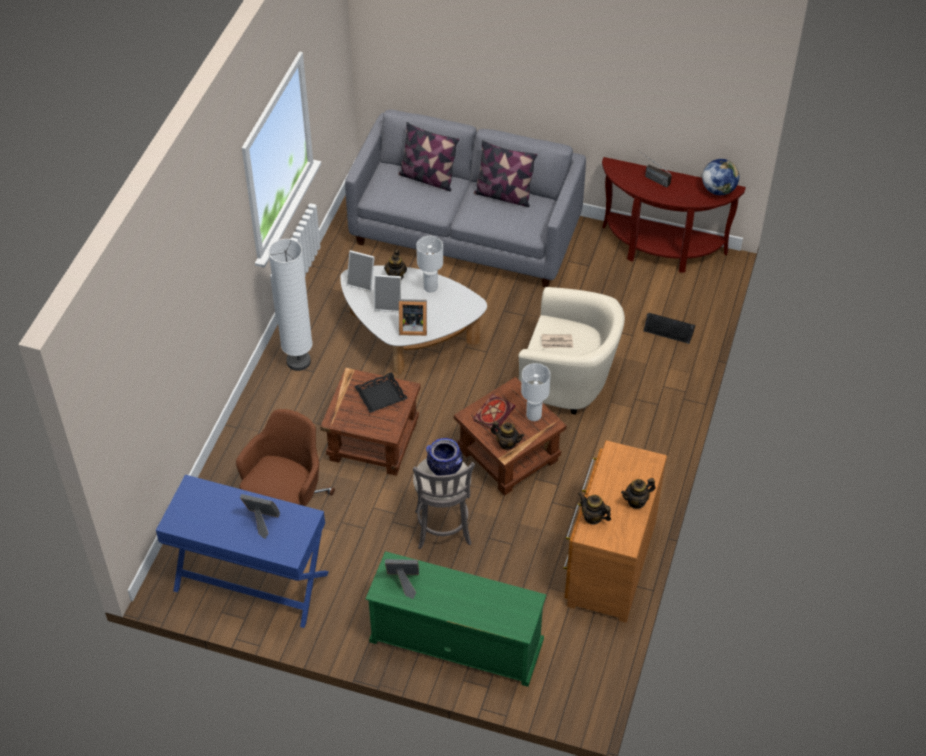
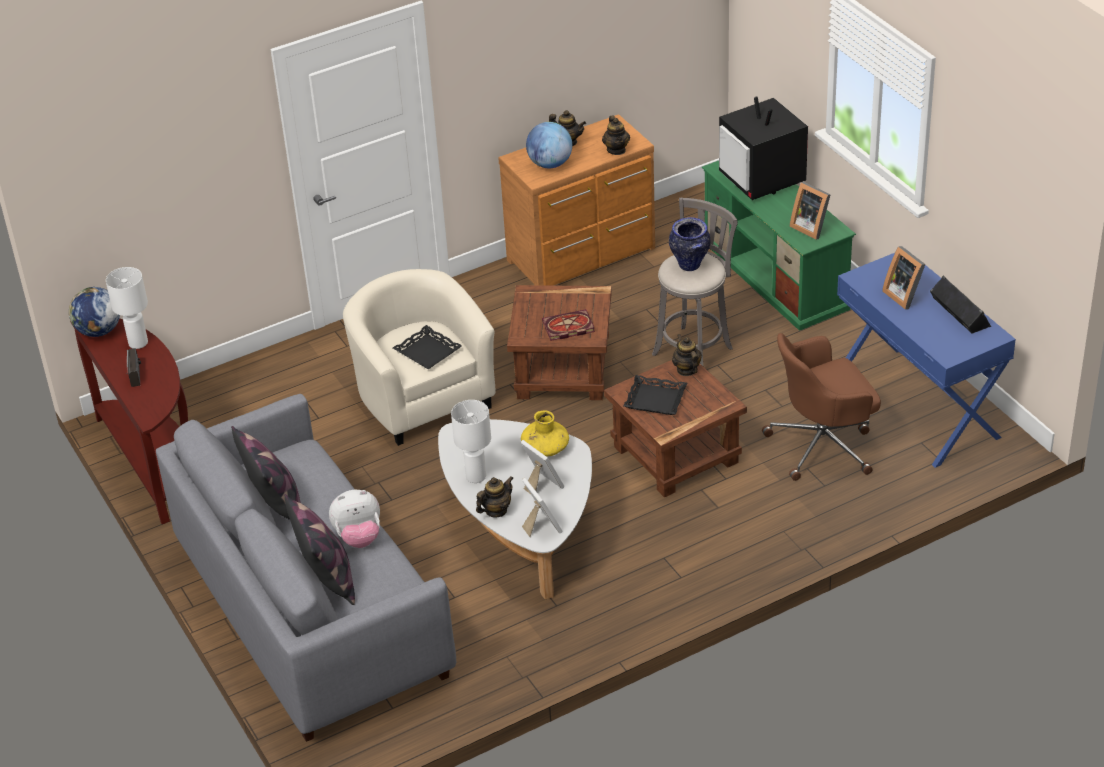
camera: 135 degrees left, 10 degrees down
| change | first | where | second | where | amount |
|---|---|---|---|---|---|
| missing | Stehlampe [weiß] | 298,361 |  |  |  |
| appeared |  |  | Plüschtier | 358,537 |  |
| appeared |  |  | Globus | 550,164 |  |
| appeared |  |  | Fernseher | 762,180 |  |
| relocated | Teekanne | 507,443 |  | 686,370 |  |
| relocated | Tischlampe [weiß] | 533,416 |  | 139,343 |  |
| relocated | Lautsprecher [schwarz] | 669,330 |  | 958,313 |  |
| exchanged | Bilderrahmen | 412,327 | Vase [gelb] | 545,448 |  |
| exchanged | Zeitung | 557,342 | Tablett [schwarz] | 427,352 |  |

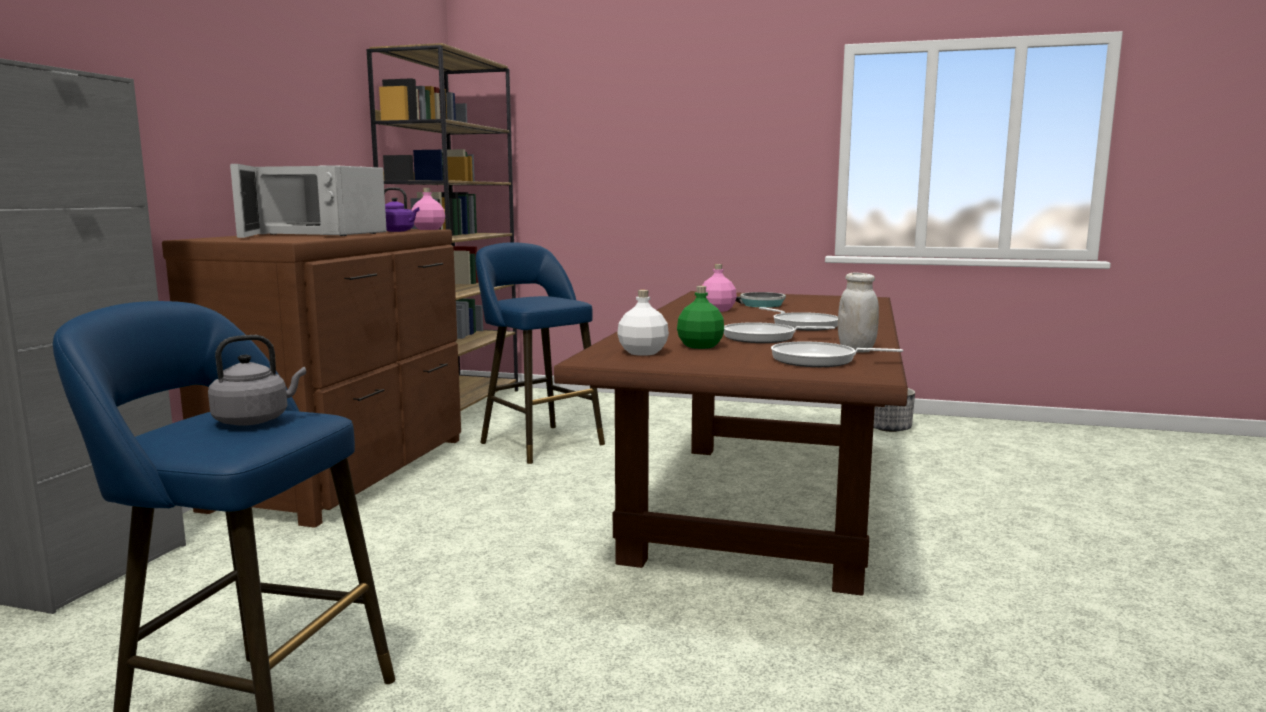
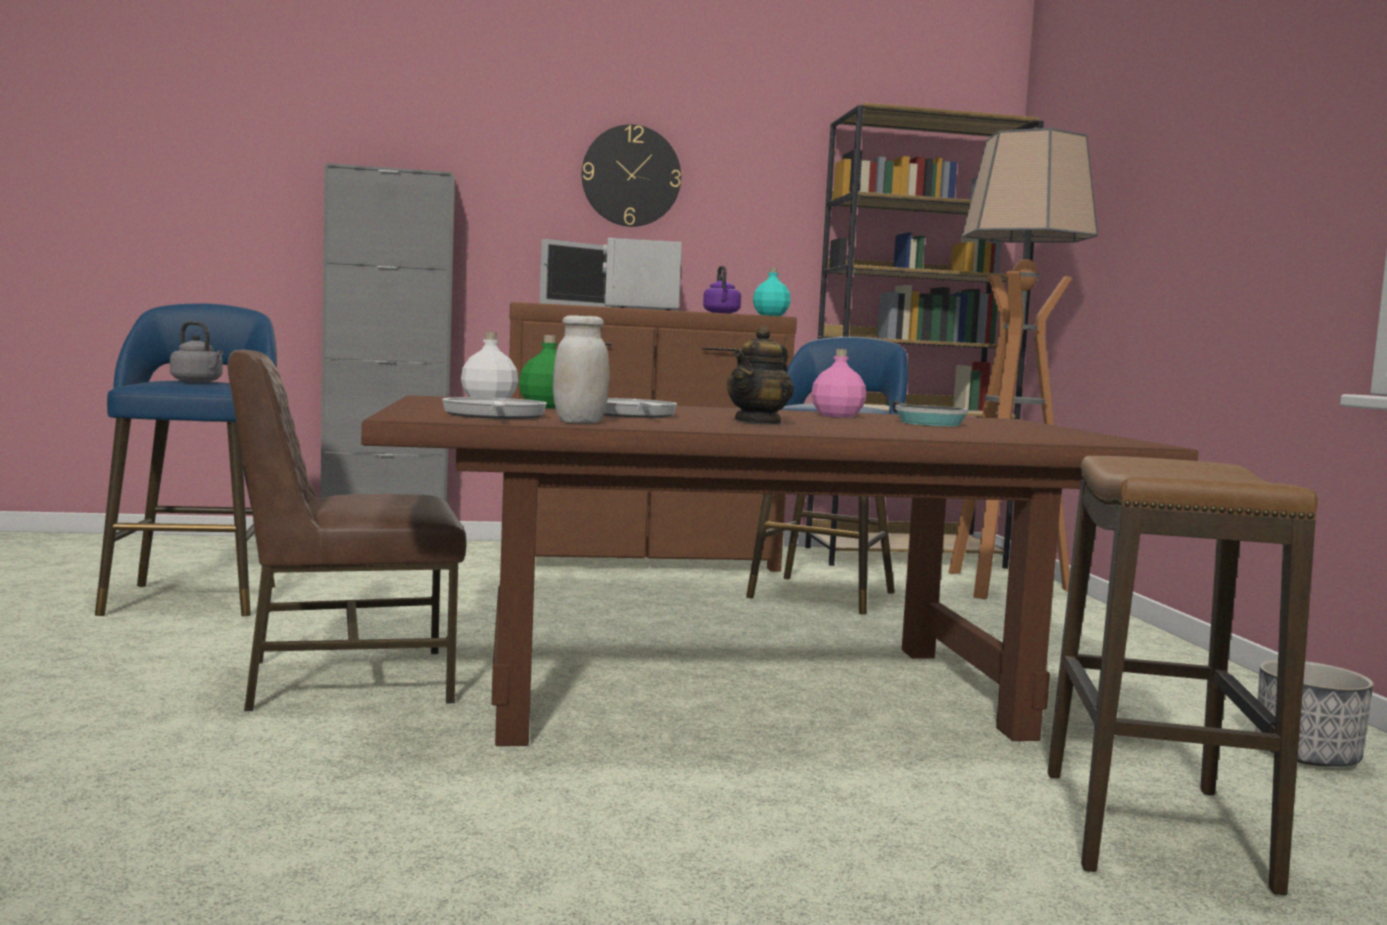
camera: 65 degrees right, 5 degrees down
| change | first | where | second | where | amount |
|---|---|---|---|---|---|
| appeared |  |  | Stuhl [braun] | 345,680 |  |
| appeared |  |  | Wanduhr | 631,176 |  |
| appeared |  |  | Stehlampe | 999,586 |  |
| appeared |  |  | Hocker | 1152,829 |  |
| exchanged | Pfanne | 802,325 | Teekanne | 759,422 |  |
| colour | Flasche [rosa] | 429,229 | Flasche [türkis] | 770,315 |  |

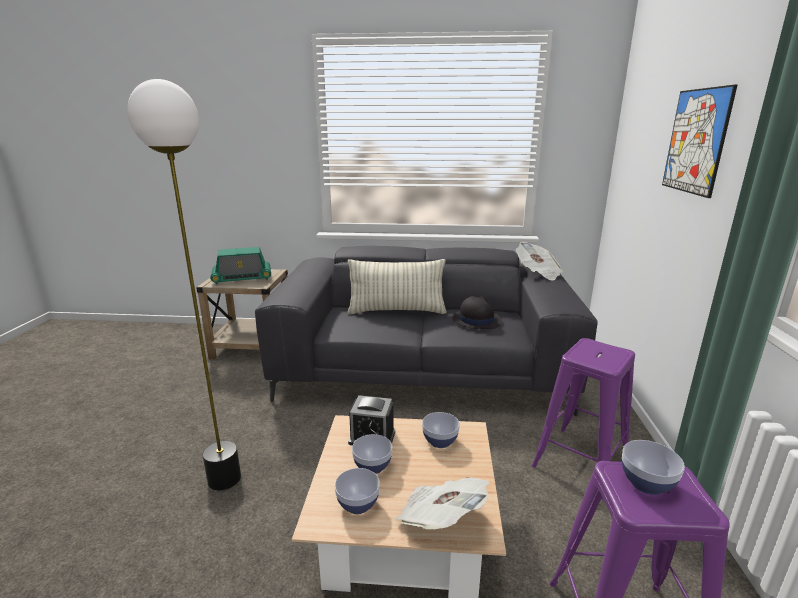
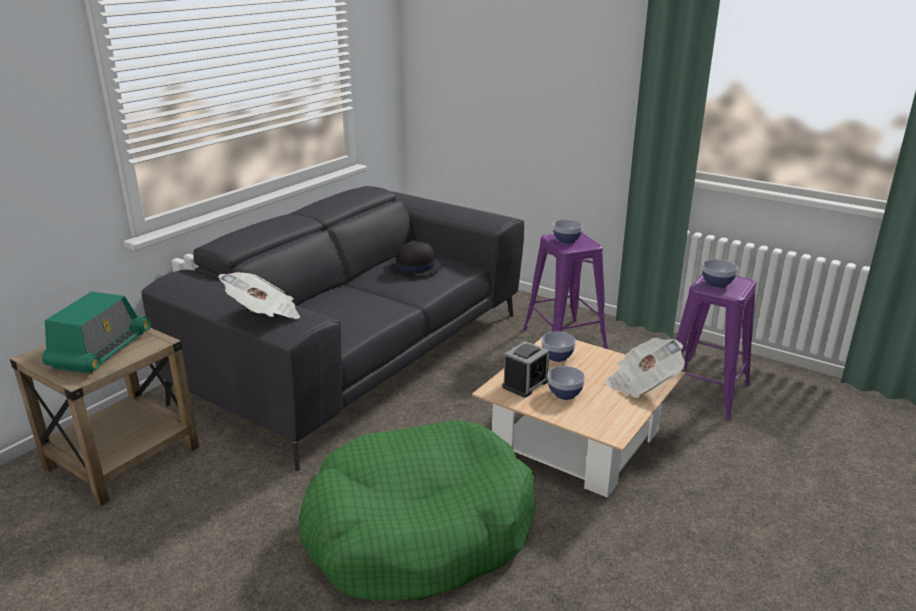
camera: 60 degrees left, 5 degrees up
| change | first | where | second | where | amount |
|---|---|---|---|---|---|
| missing | Kissen | 397,311 |  |  |  |
| missing | Bild | 696,141 |  |  |  |
| relocated | Schüssel | 358,504 |  | 566,240 |  |
| relocated | Zeitung | 538,273 |  | 264,314 |  |
| exchanged | Stehlampe | 225,478 | Hundebett [grün] | 419,531 |  |

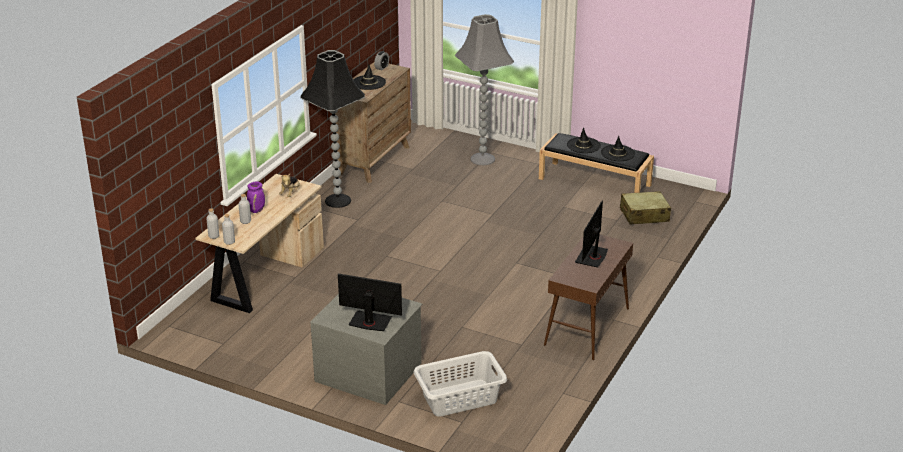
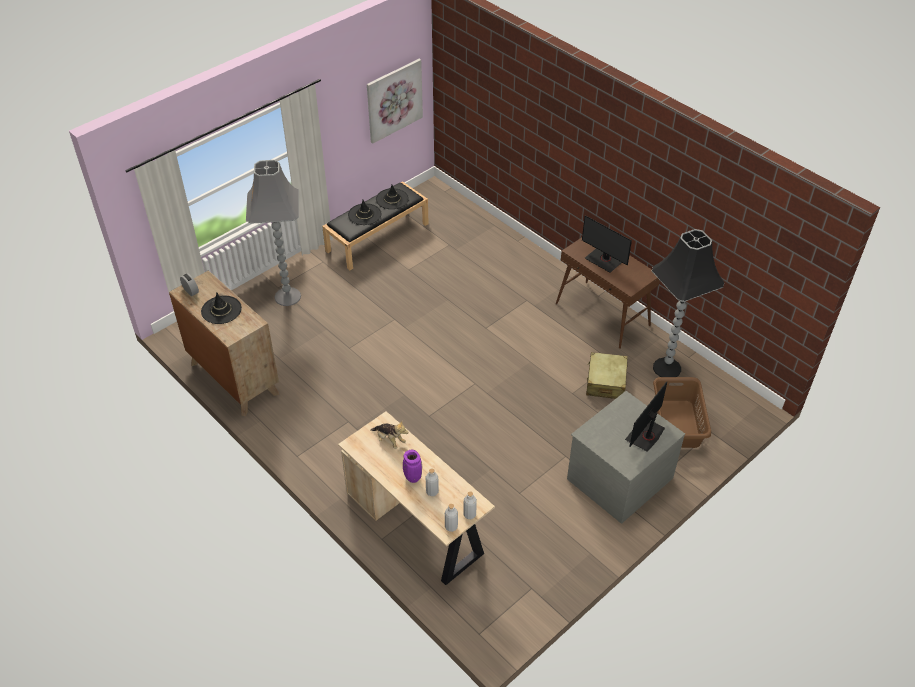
camera: 70 degrees left, 15 degrees up
| change | first | where | second | where | amount |
|---|---|---|---|---|---|
| appeared |  |  | Bild | 394,100 |  |
| relocated | Stehlampe [schwarz] | 338,200 |  | 666,368 |  |
| relocated | Koffer [beige] | 644,215 |  | 605,382 |  |
| colour | Wäschekorb [grau] | 459,398 | Wäschekorb [braun] | 676,424 |  |

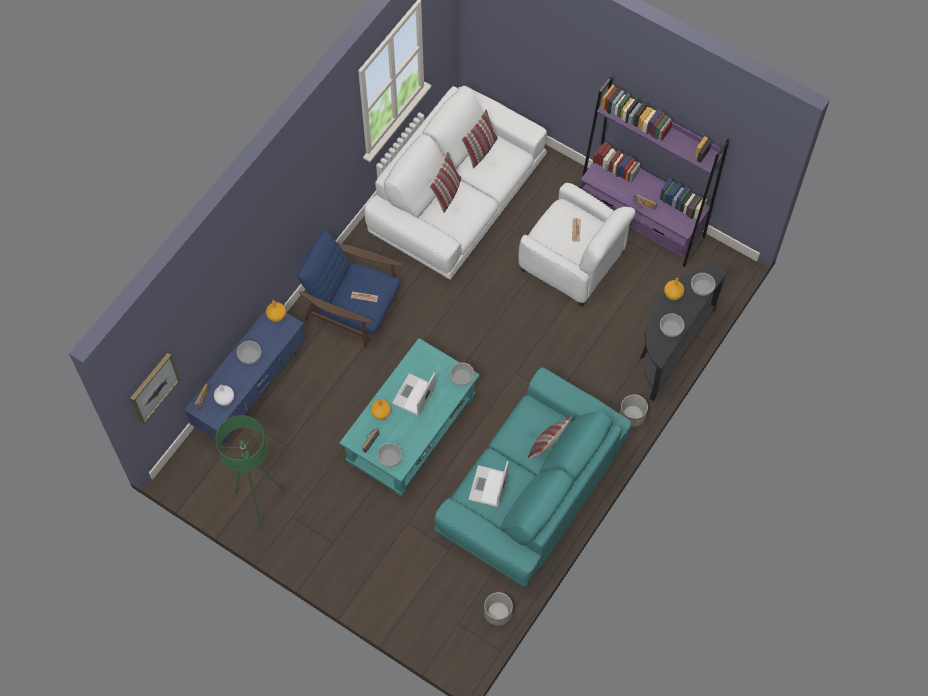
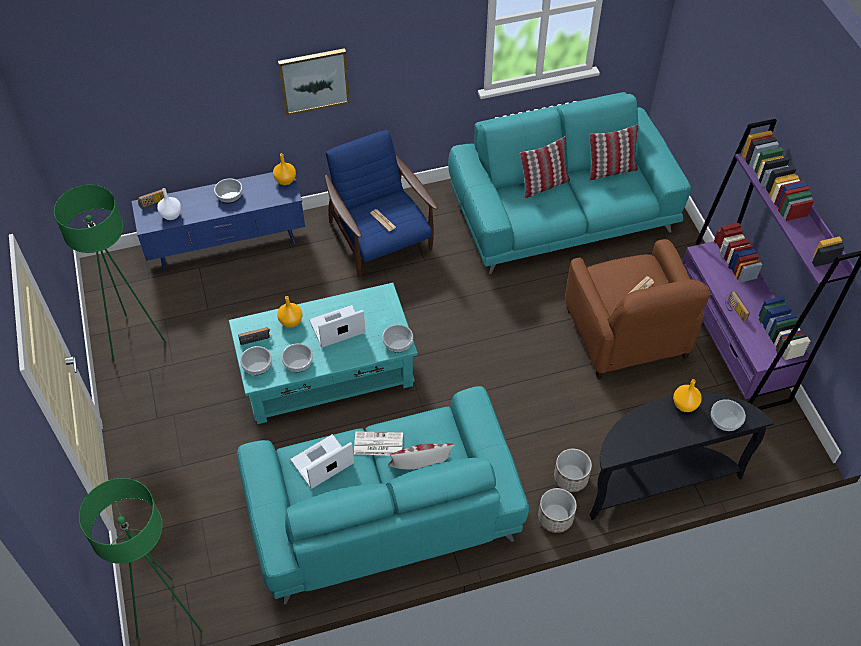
camera: 40 degrees right, 10 degrees down
| change | first | where | second | where | amount |
|---|---|---|---|---|---|
| appeared |  |  | Stehlampe [grün] | 170,614 |  |
| appeared |  |  | Zeitung | 377,444 |  |
| relocated | Bild | 153,387 |  | 314,80 |  |
| relocated | Pflanzkübel | 498,613 |  | 570,478 |  |
| relocated | Schüssel | 671,328 |  | 298,362 |  |
| colour | Sofa [weiß] | 457,199 | Sofa [türkis] | 562,213 |  |
| colour | Sessel [weiß] | 573,262 | Sessel [braun] | 626,334 |  |

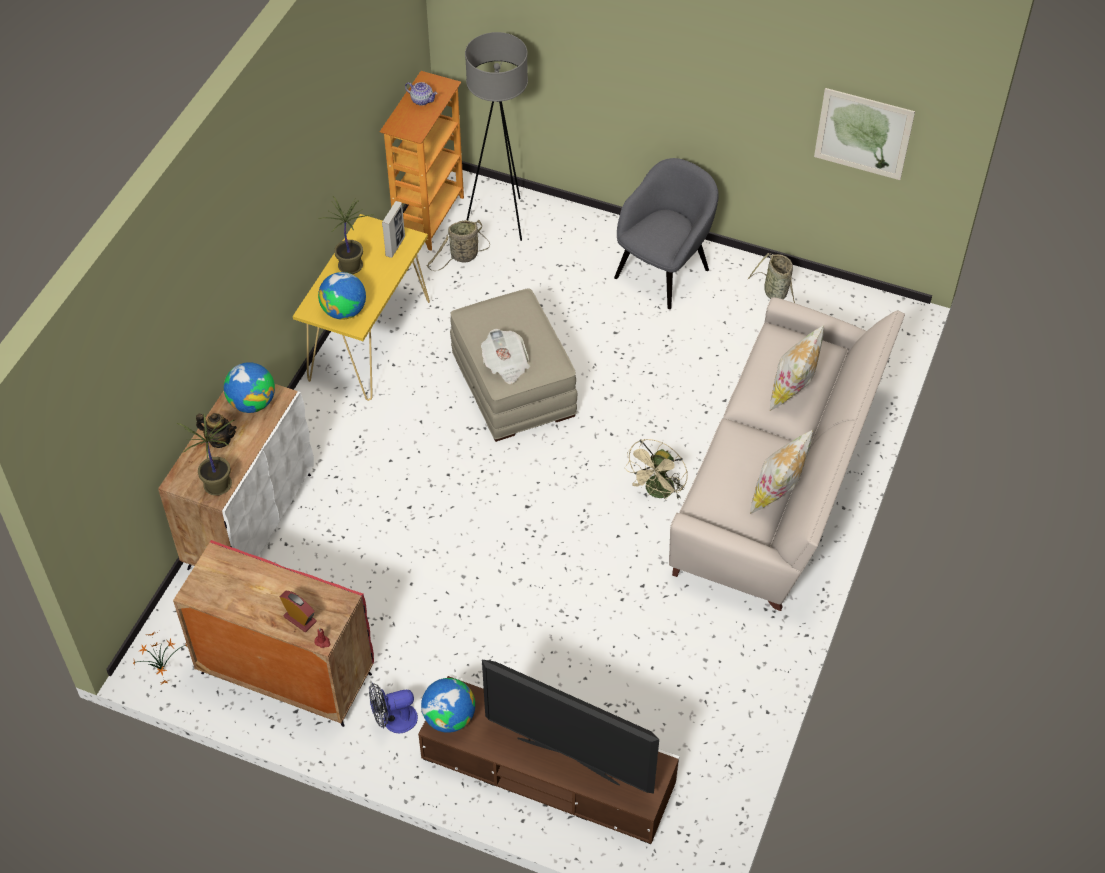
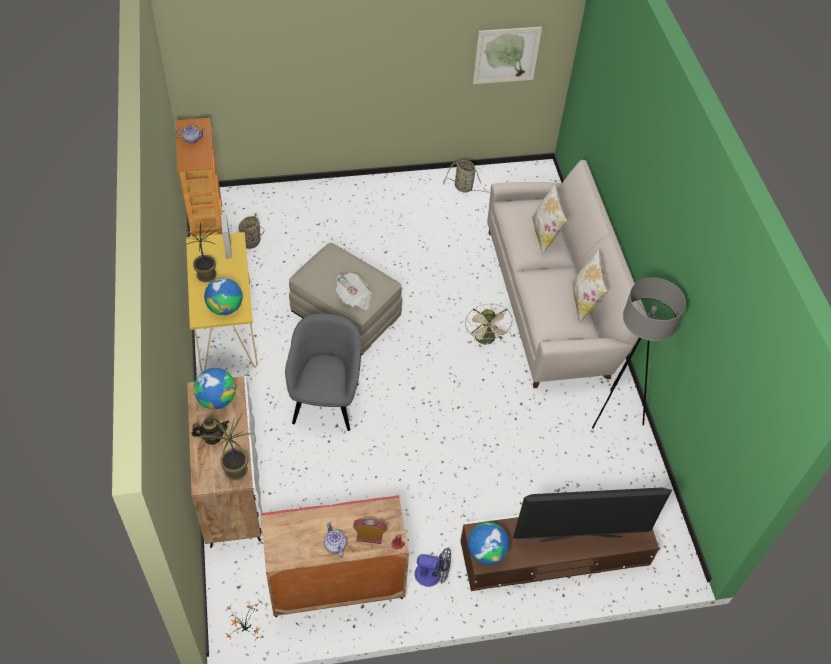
camera: 35 degrees left, 0 degrees up
| change | first | where | second | where | amount |
|---|---|---|---|---|---|
| appeared |  |  | Teekanne | 335,545 |  |
| relocated | Stehlampe [grau] | 501,219 |  | 614,414 |  |
| relocated | Sessel [grau] | 663,272 |  | 326,401 |  |
| spun | Ventilator | 393,720 |  | 433,575 | 120 degrees counterclockwise |

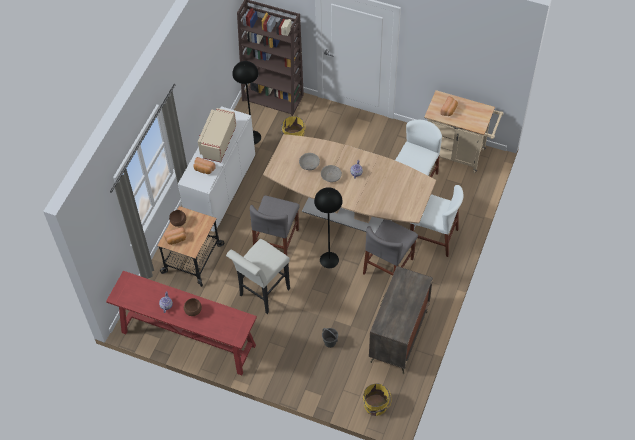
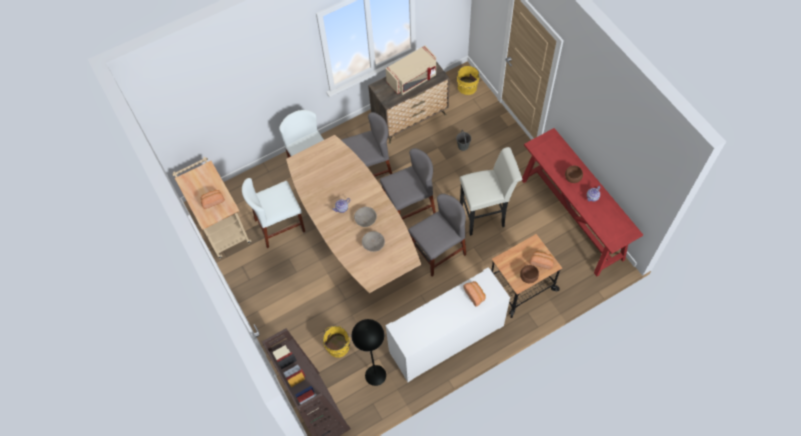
camera: 140 degrees left, 5 degrees up
| change | first | where | second | where | amount |
|---|---|---|---|---|---|
| relocated | Mikrowelle [beige] | 217,142 |  | 412,79 |  |
| exchanged | Stehlampe [schwarz] | 329,260 | Stuhl [grau] | 409,207 |  |

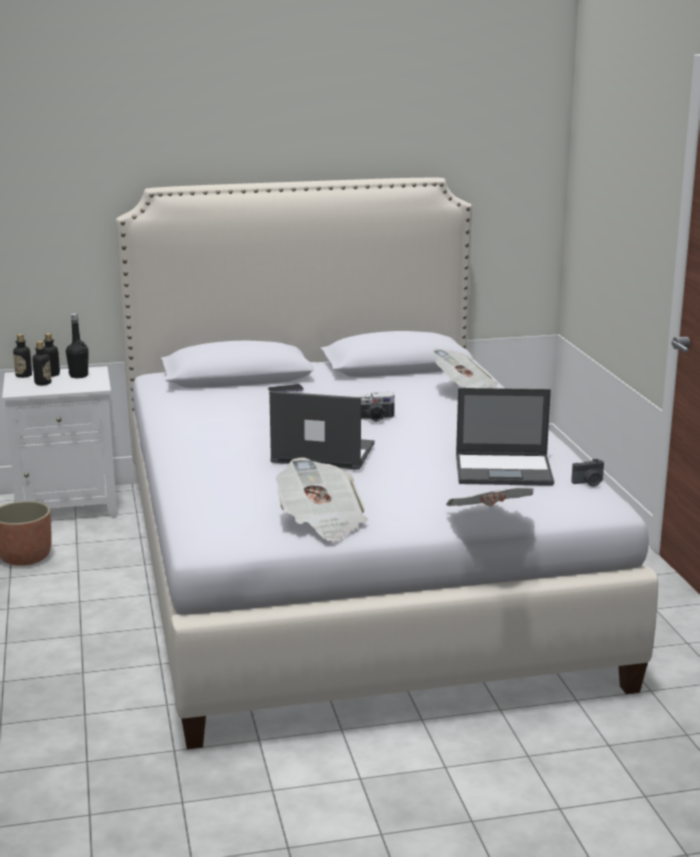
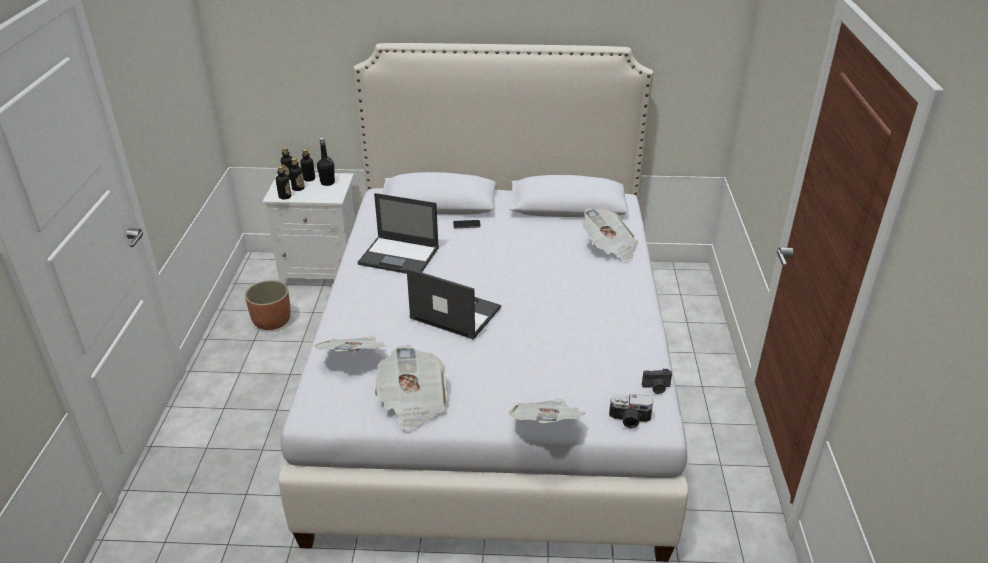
camera: 15 degrees right, 15 degrees up
| change | first | where | second | where | amount |
|---|---|---|---|---|---|
| appeared |  |  | Flasche | 285,196 |  |
| appeared |  |  | Zeitung | 354,358 |  |
| relocated | Kamera | 374,418 |  | 629,420 |  |
| relocated | Laptop | 505,470 |  | 400,256 |  |

